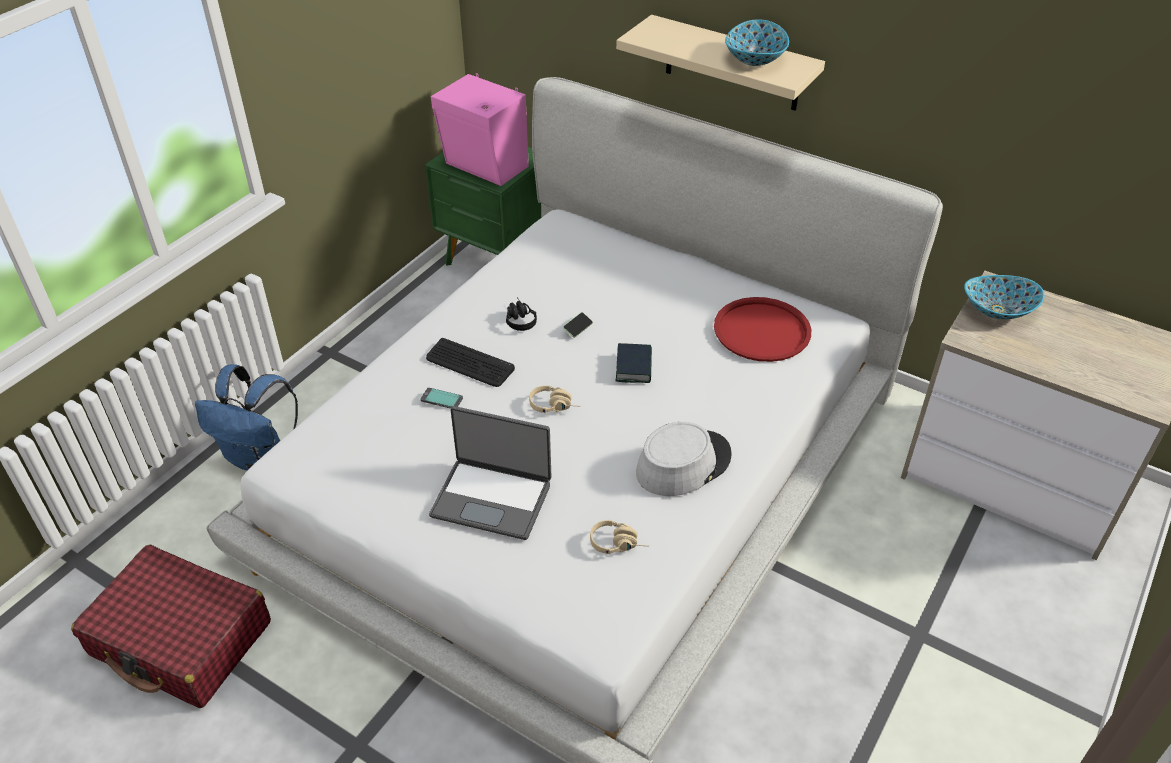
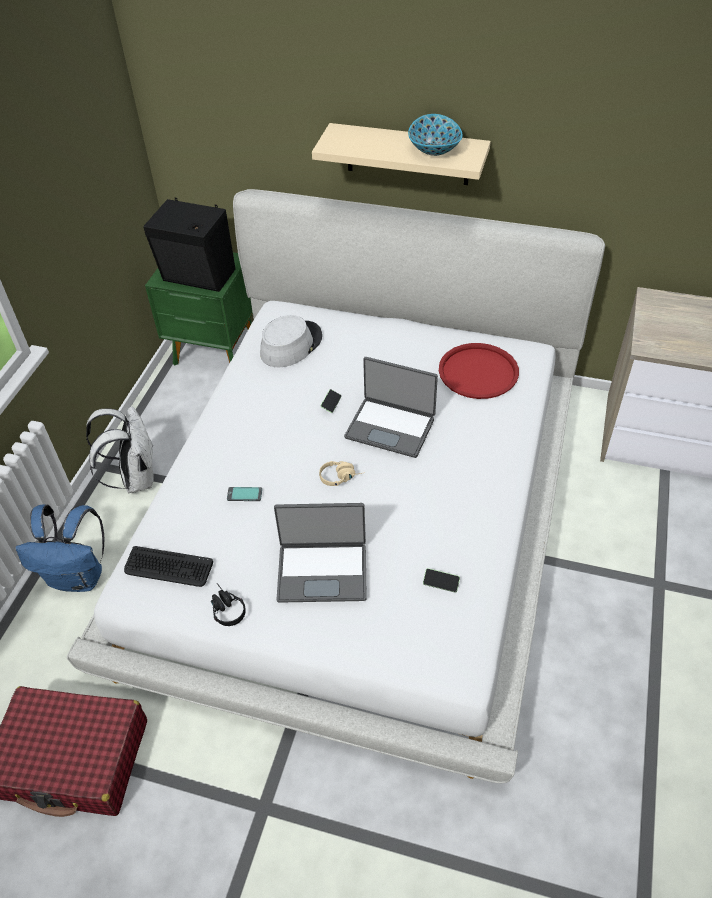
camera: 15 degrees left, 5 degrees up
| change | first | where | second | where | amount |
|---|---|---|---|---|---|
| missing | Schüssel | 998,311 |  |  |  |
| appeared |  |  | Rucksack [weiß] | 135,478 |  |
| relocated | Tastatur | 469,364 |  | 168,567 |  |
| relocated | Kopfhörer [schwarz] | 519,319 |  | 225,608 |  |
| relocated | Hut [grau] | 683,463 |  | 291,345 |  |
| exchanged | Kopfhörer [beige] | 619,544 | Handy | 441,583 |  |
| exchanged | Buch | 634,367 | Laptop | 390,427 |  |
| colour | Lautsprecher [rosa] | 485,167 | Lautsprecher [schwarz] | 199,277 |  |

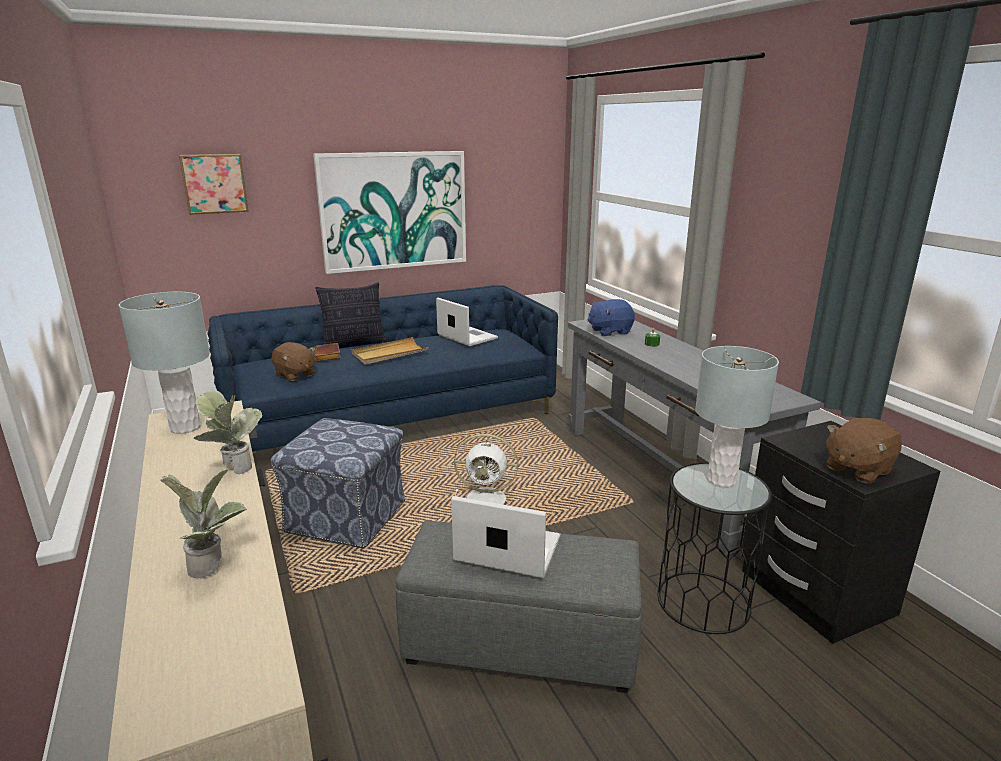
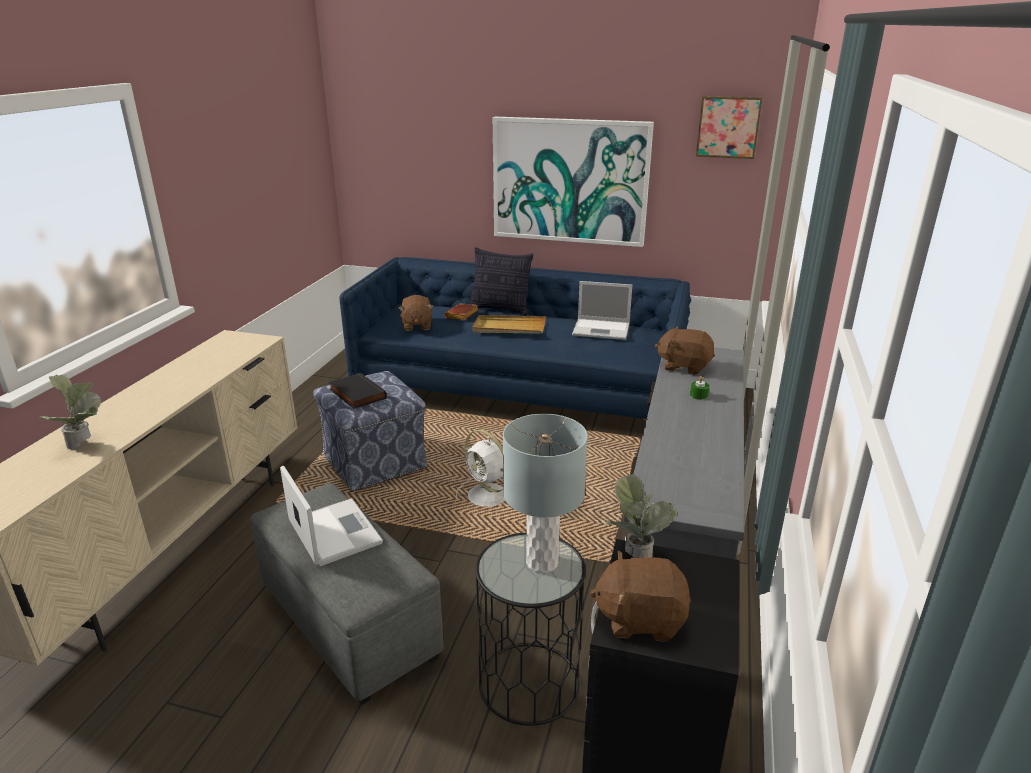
camera: 40 degrees right, 5 degrees up
| change | first | where | second | where | amount |
|---|---|---|---|---|---|
| missing | Tischlampe [grau] | 186,427 |  |  |  |
| appeared |  |  | Buch [schwarz] | 356,394 |  |
| relocated | Bild | 214,183 |  | 728,127 |  |
| relocated | Topfpflanze | 233,467 |  | 633,556 |  |
| colour | Plüschtier [blau] | 609,331 | Plüschtier [braun] | 684,366 |  |
| spun | Laptop | 466,336 |  | 602,329 | 105 degrees clockwise |

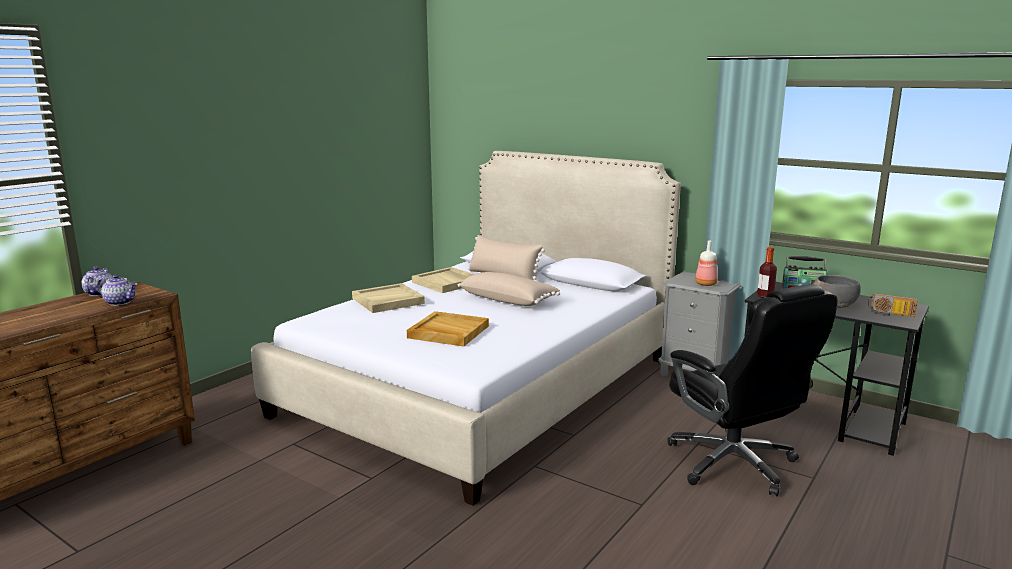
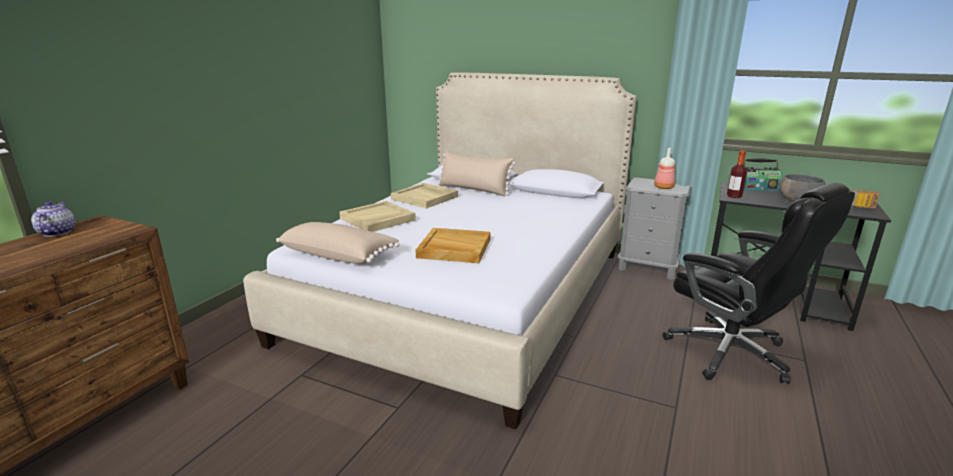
camera: 10 degrees left, 5 degrees up
| change | first | where | second | where | amount |
|---|---|---|---|---|---|
| missing | Teekanne | 120,302 |  |  |  |
| relocated | Kissen [beige] | 508,300 |  | 339,255 |  |

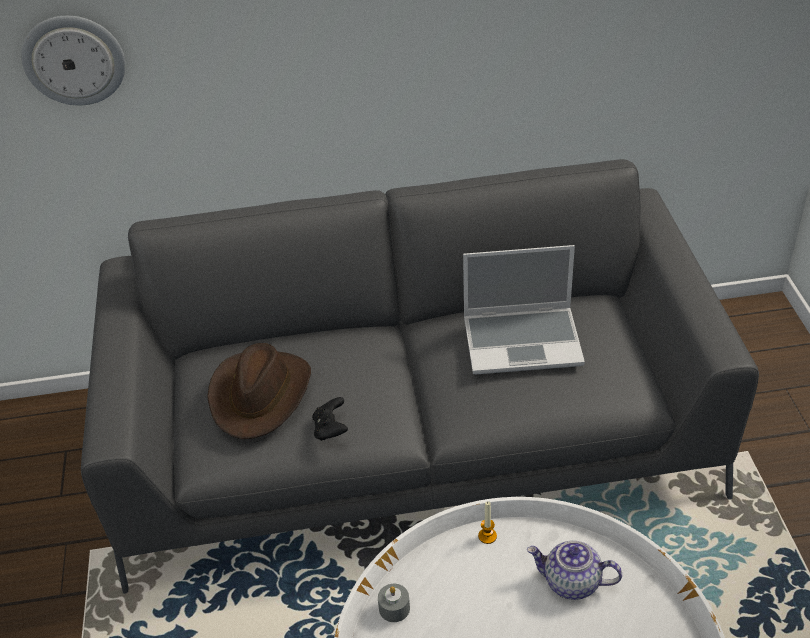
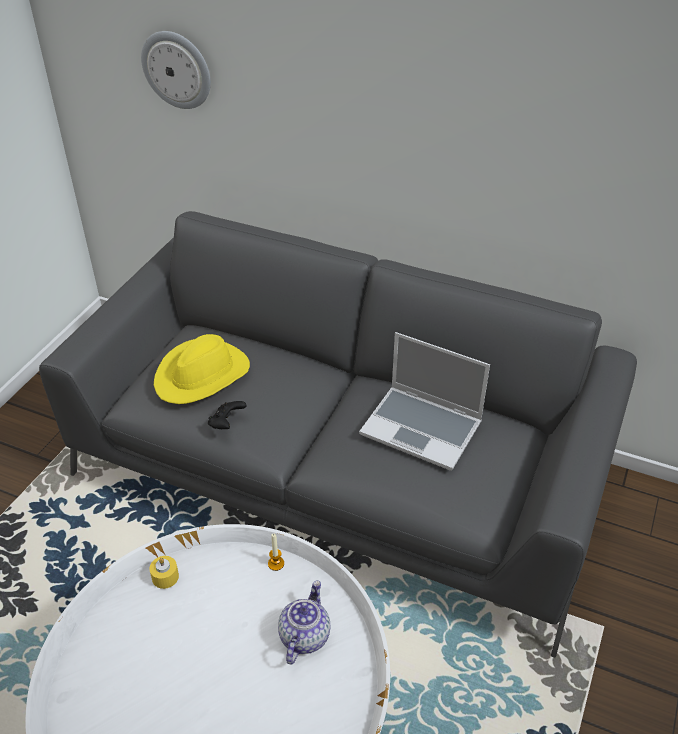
camera: 30 degrees right, 0 degrees up
| change | first | where | second | where | amount |
|---|---|---|---|---|---|
| colour | Hut [braun] | 260,395 | Hut [gelb] | 202,375 |  |
| colour | Kerze [grau] | 394,608 | Kerze [gelb] | 165,577 |  |
| spun | Teekanne | 571,583 |  | 304,636 | 60 degrees clockwise |

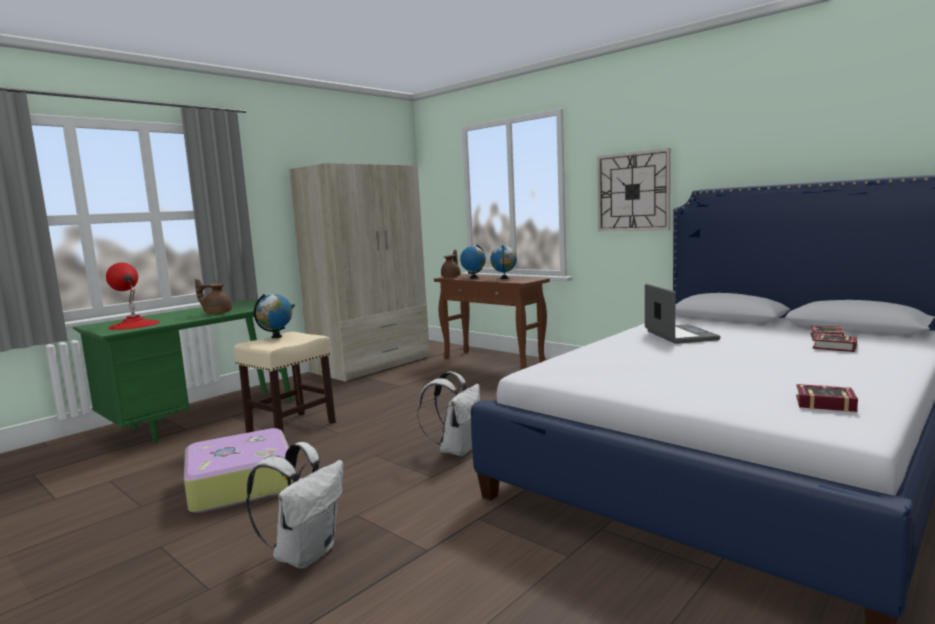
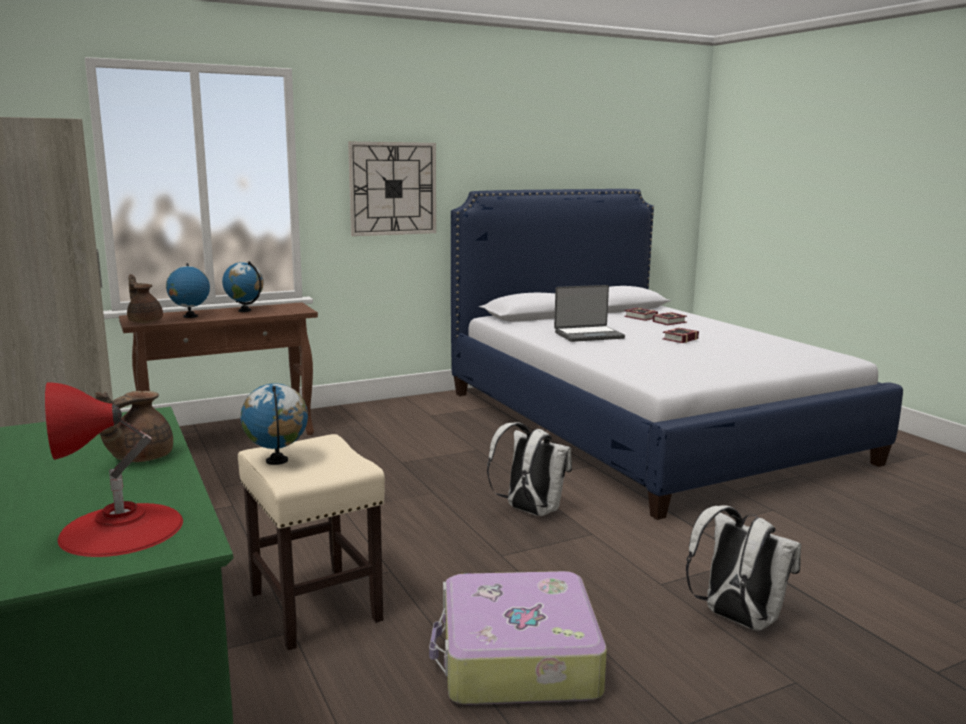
camera: 70 degrees left, 5 degrees up
| change | first | where | second | where | amount |
|---|---|---|---|---|---|
| relocated | Buch | 822,403 |  | 678,339 |  |
| spun | Laptop | 679,335 |  | 588,335 | 150 degrees clockwise |

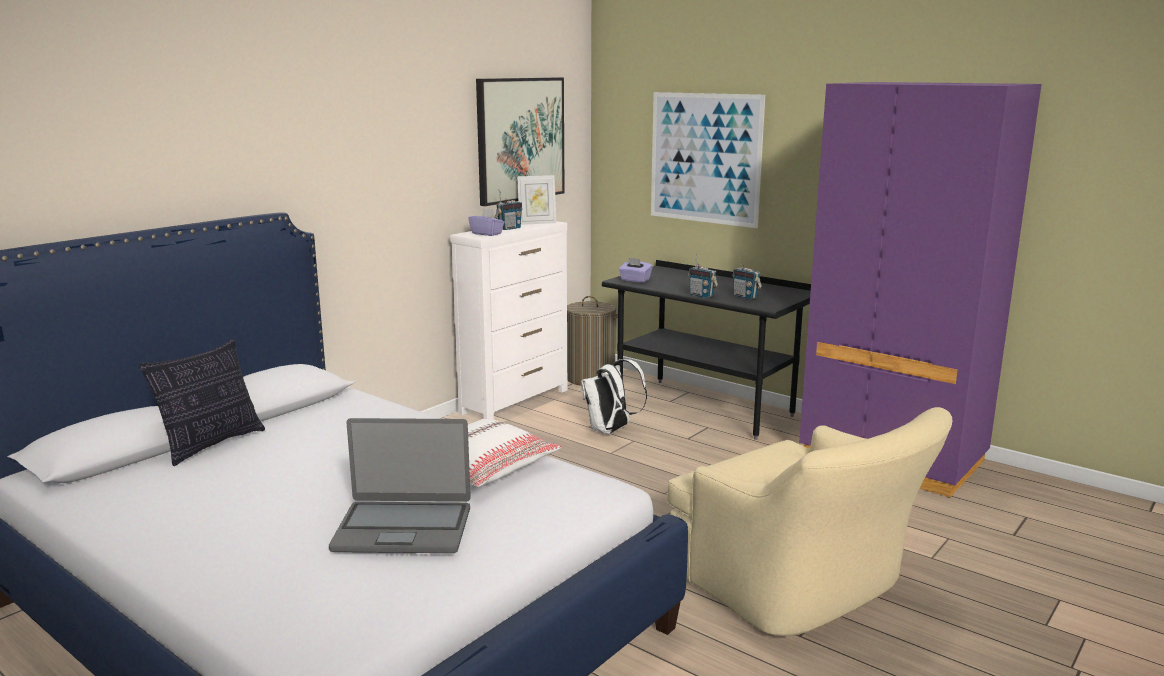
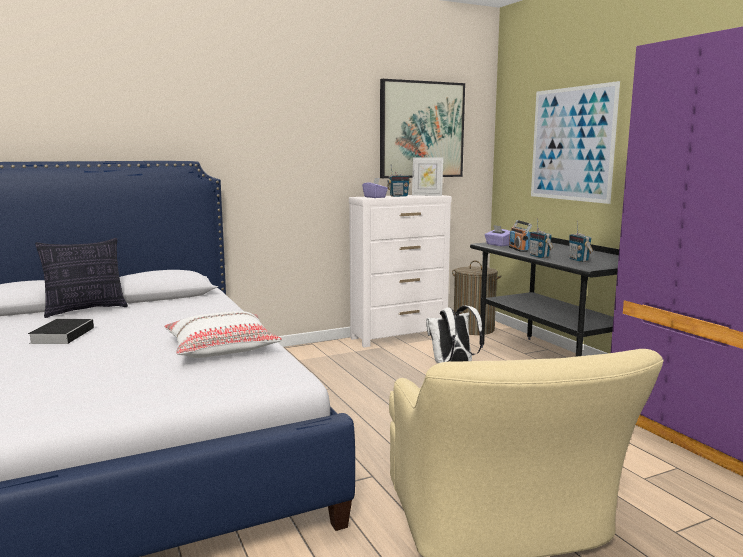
camera: 25 degrees right, 5 degrees down
| change | first | where | second | where | amount |
|---|---|---|---|---|---|
| missing | Laptop | 403,528 |  |  |  |
| appeared |  |  | Buch | 63,335 |  |
| appeared |  |  | Radio | 518,249 |  |

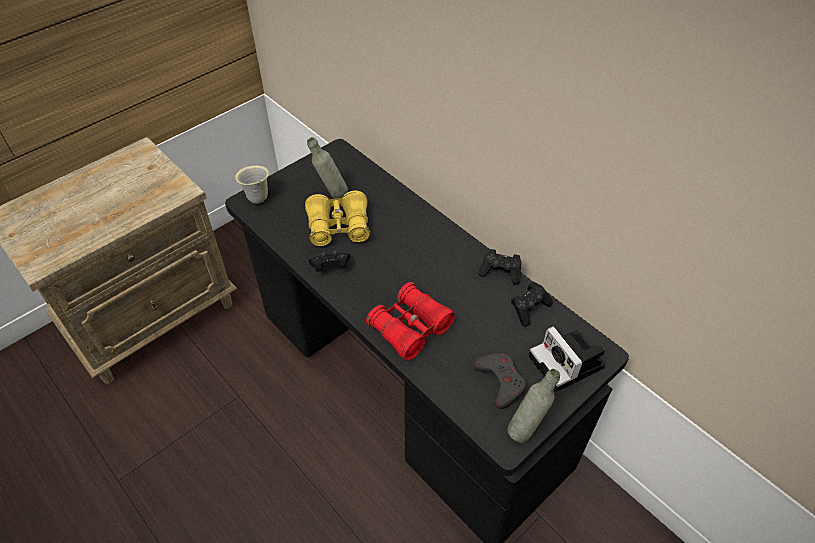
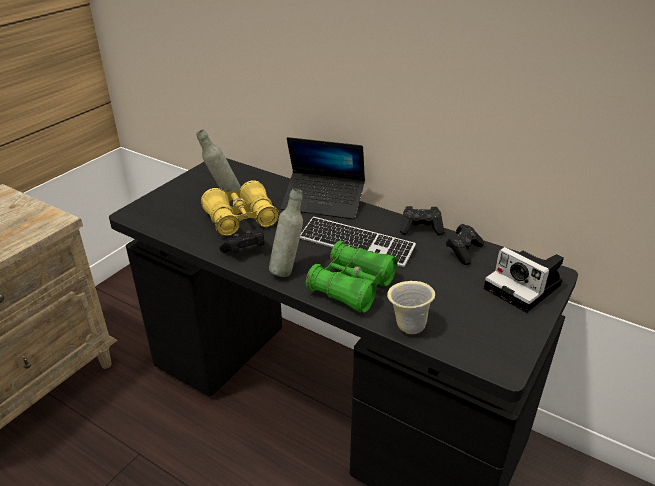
camera: 15 degrees left, 15 degrees down
| change | first | where | second | where | amount |
|---|---|---|---|---|---|
| missing | Gamepad [grau] | 500,381 |  |  |  |
| appeared |  |  | Laptop | 323,202 |  |
| appeared |  |  | Tastatur | 356,244 |  |
| relocated | Henkelbecher [beige] | 257,197 |  | 407,326 |  |
| relocated | Flasche [grau] | 526,428 |  | 288,270 |  |
| colour | Fernglas [rot] | 410,328 | Fernglas [grün] | 352,287 |  |

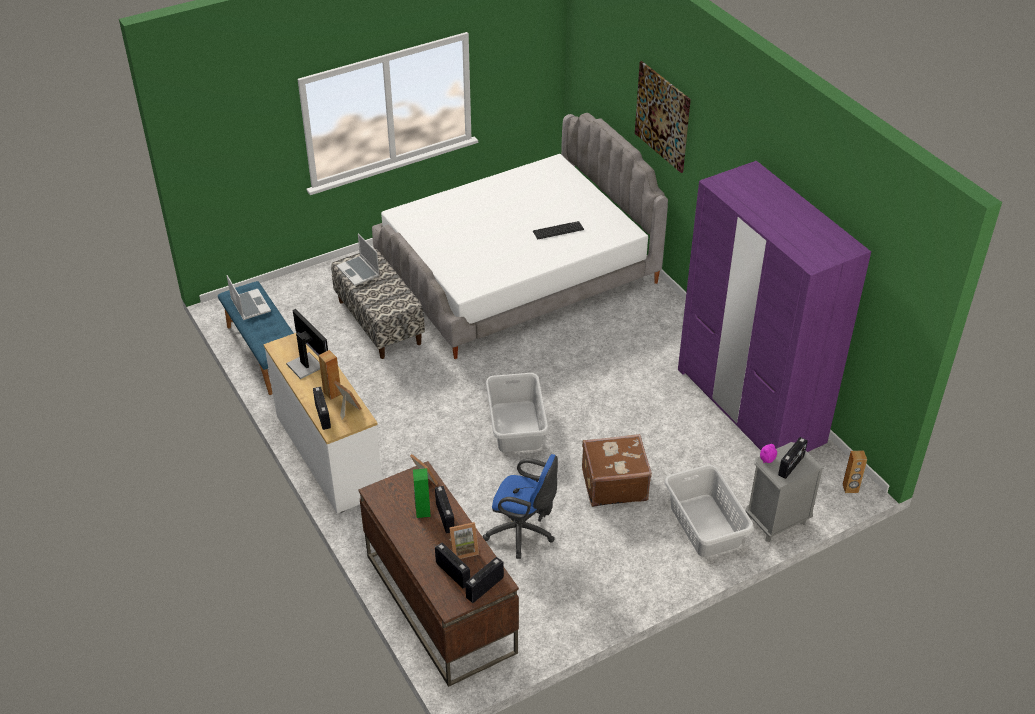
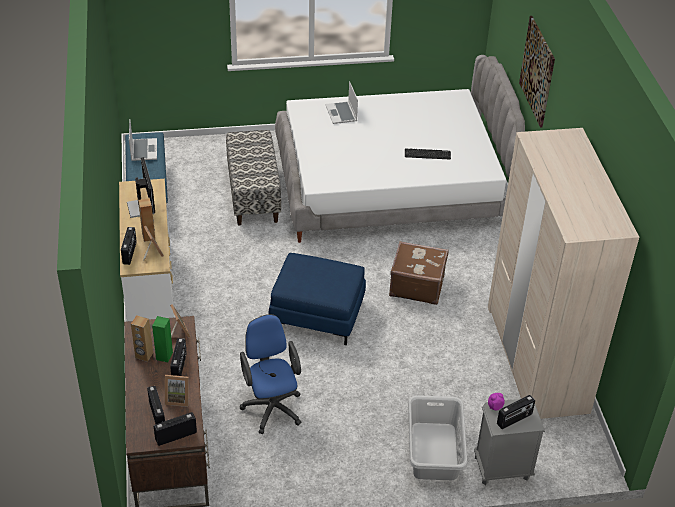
camera: 20 degrees right, 0 degrees up
| change | first | where | second | where | amount |
|---|---|---|---|---|---|
| relocated | Laptop | 359,271 |  | 342,114 |  |
| relocated | Koffer [braun] | 613,484 |  | 416,285 |  |
| relocated | Lautsprecher [braun] | 850,488 |  | 144,355 |  |
| exchanged | Wäschekorb [grau] | 516,427 | Polsterhocker [blau] | 317,314 |  |
| colour | Kleiderschrank [lila] | 750,405 | Kleiderschrank [beige] | 536,358 |  |
| spun | Bürostuhl [blau] | 523,533 |  | 271,406 | 150 degrees counterclockwise |

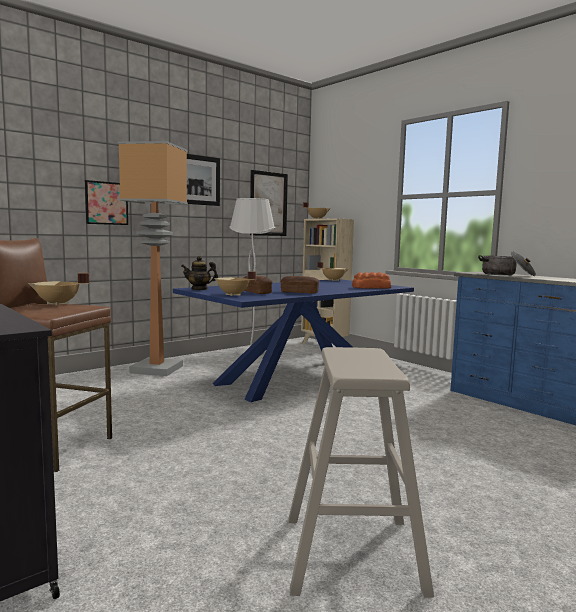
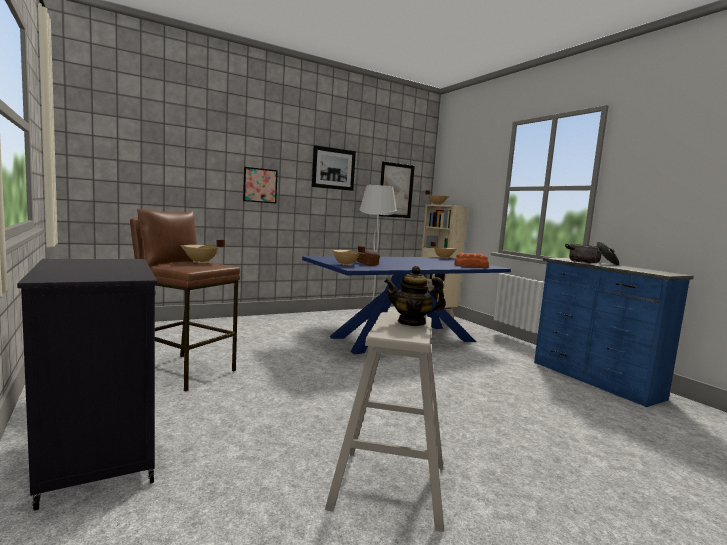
camera: 10 degrees right, 0 degrees up
| change | first | where | second | where | amount |
|---|---|---|---|---|---|
| missing | Stehlampe | 157,369 |  |  |  |
| missing | Brot | 299,292 |  |  |  |
| relocated | Teekanne | 199,289 |  | 411,322 |  |

